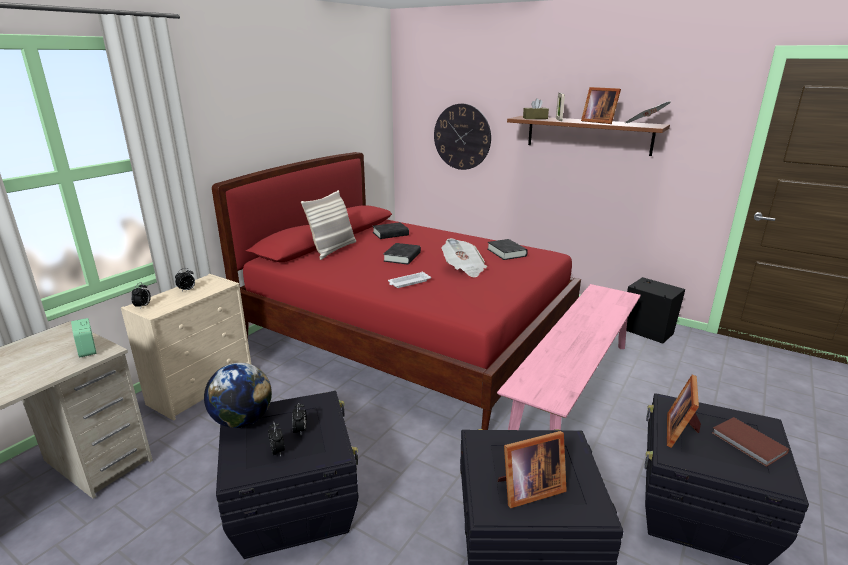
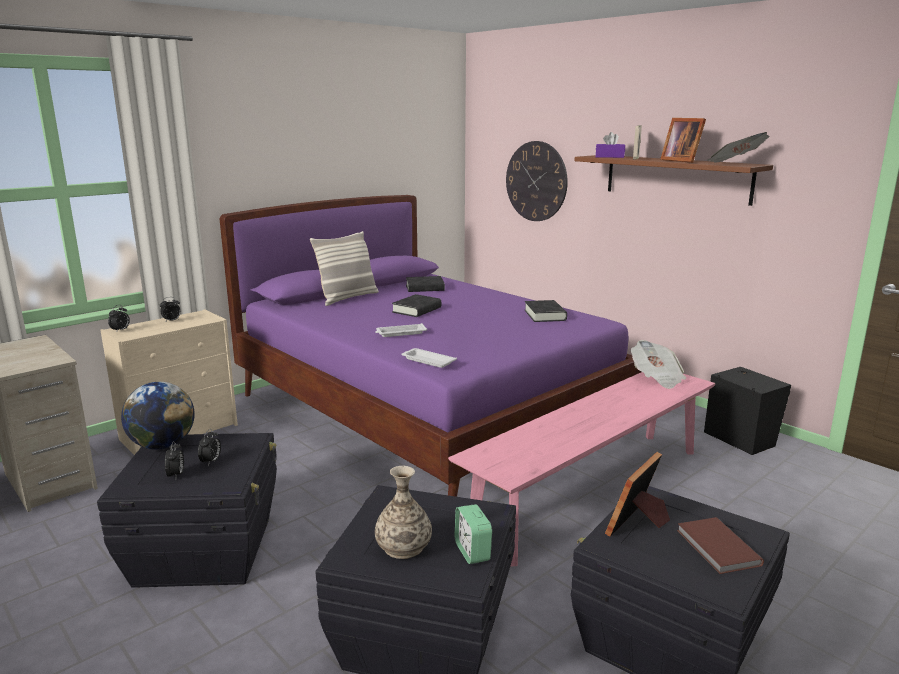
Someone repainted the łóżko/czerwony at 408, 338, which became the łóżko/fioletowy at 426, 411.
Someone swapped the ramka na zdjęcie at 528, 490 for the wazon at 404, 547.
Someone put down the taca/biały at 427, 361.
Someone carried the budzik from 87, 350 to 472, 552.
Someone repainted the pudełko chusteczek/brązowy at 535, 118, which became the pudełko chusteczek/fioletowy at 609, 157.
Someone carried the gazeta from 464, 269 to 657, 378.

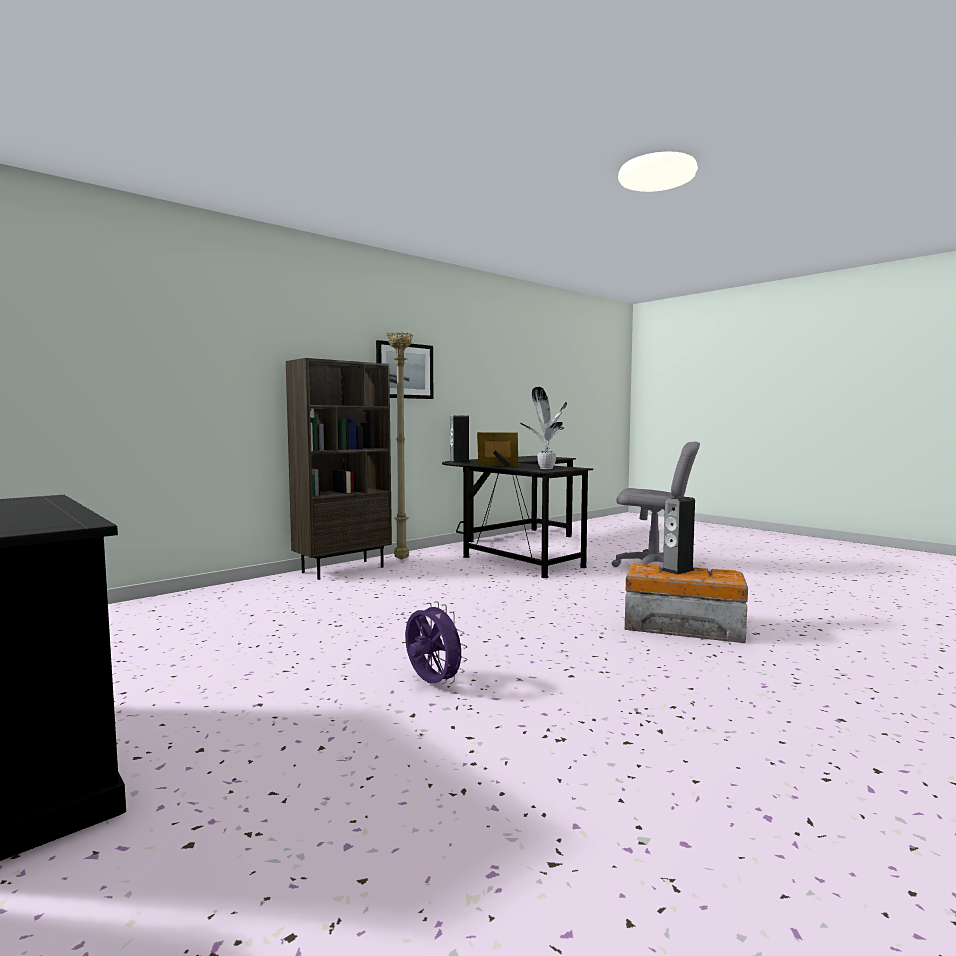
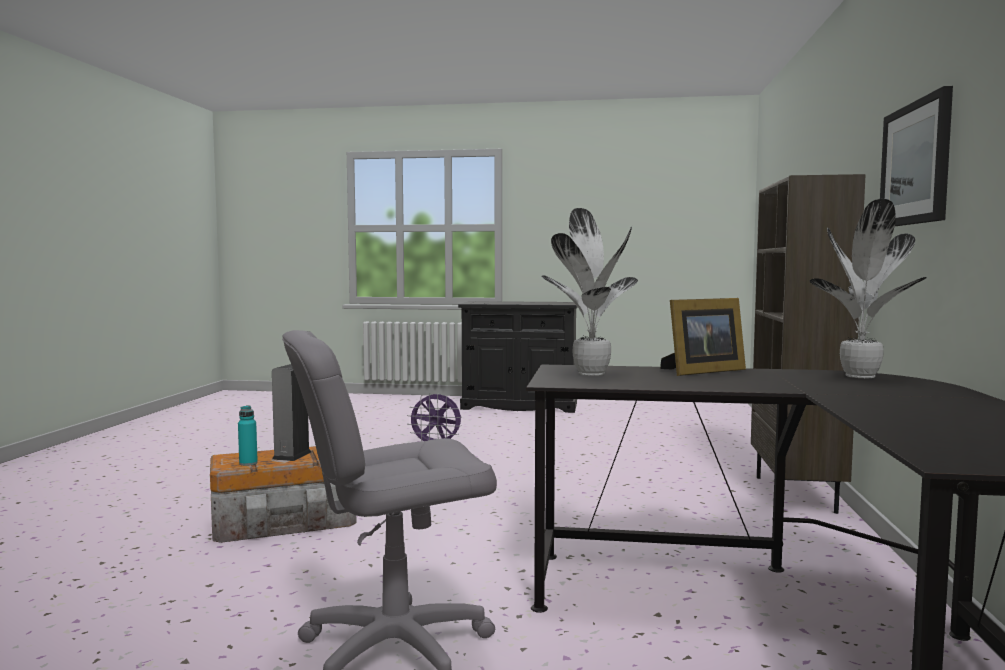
Someone put down the butelka/turkusowy at 248, 463.
Someone swapped the głośnik at 459, 462 for the roślina doniczkowa at 860, 376.
Someone took away the lampa stojąca/beżowy at 402, 559.

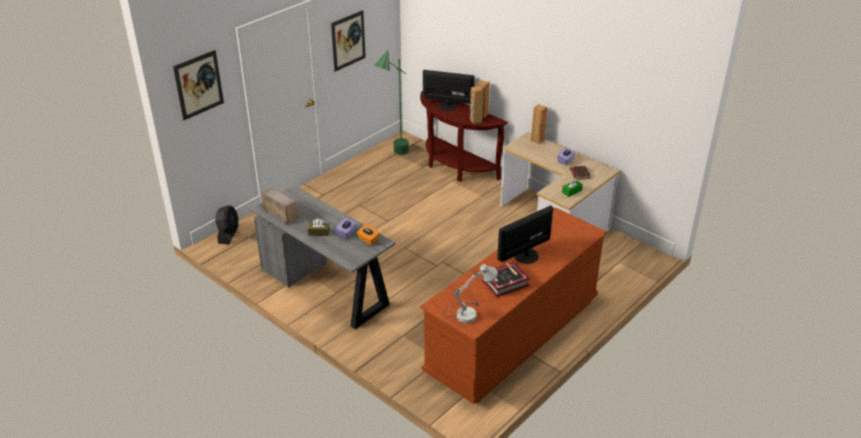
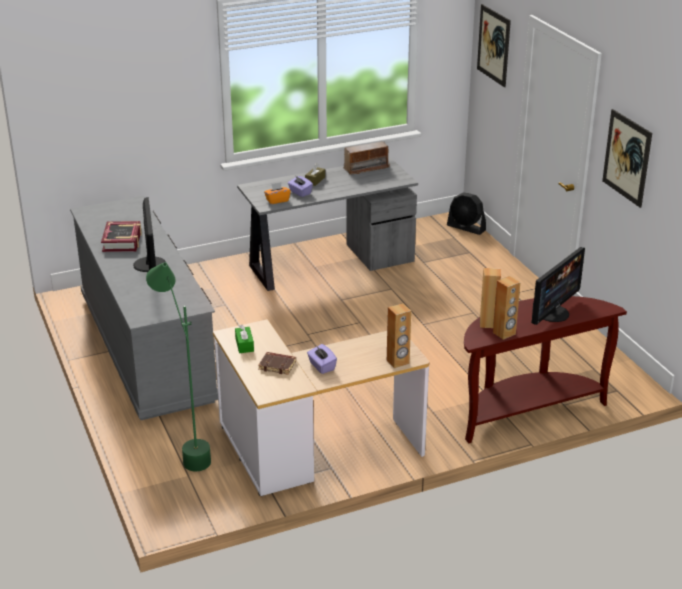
Someone repainted the komoda/brązowy at 513, 335, which became the komoda/szary at 147, 348.
Someone carried the lampa stojąca/zielony from 394, 156 to 186, 450.
Someone took away the lampa stołowa/biały at 467, 312.

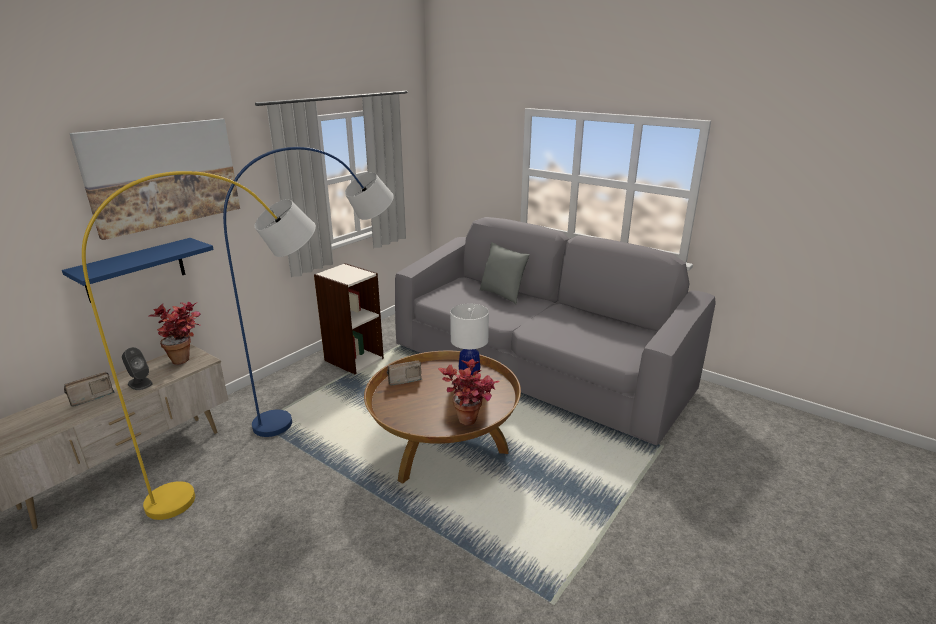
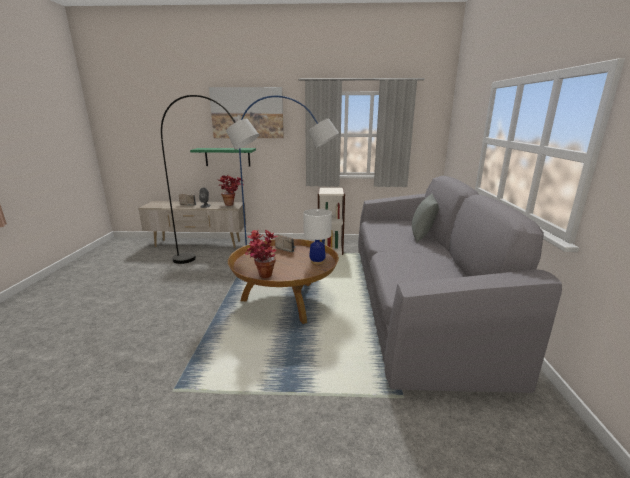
Someone repainted the lampa stojąca/żółty at 256, 466, which became the lampa stojąca/szary at 220, 264.
Someone repainted the półka/niebieski at 135, 270, which became the półka/zielony at 227, 157.

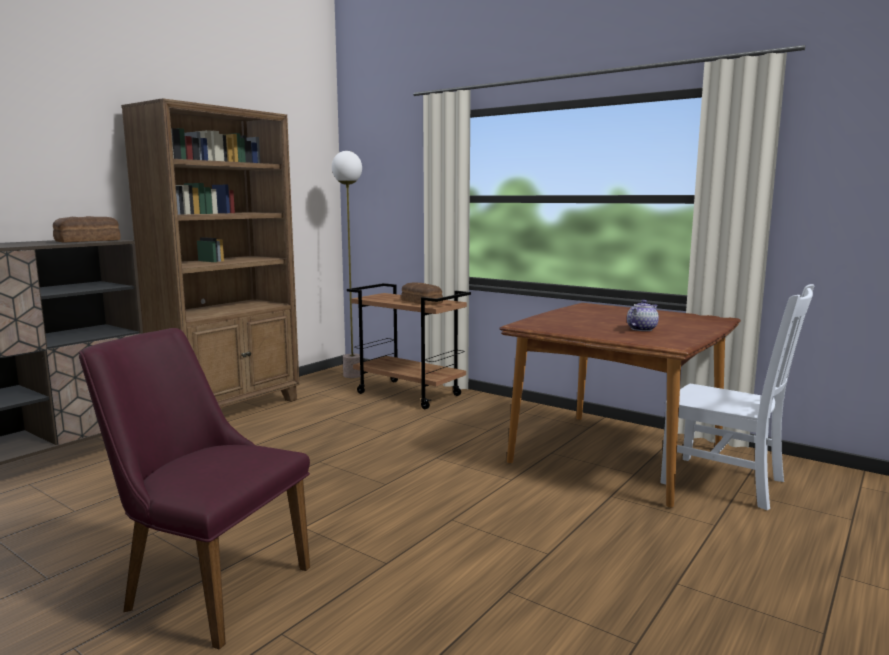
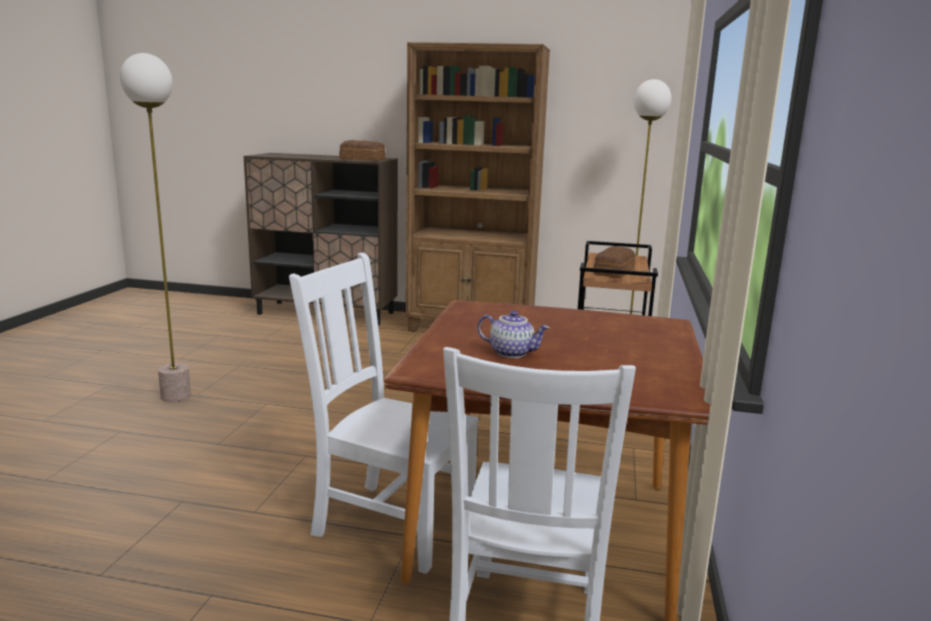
Someone swapped the krzesło/fioletowy at 205, 585 for the lampa stojąca at 176, 396.
Someone put down the krzesło/biały at 389, 523.

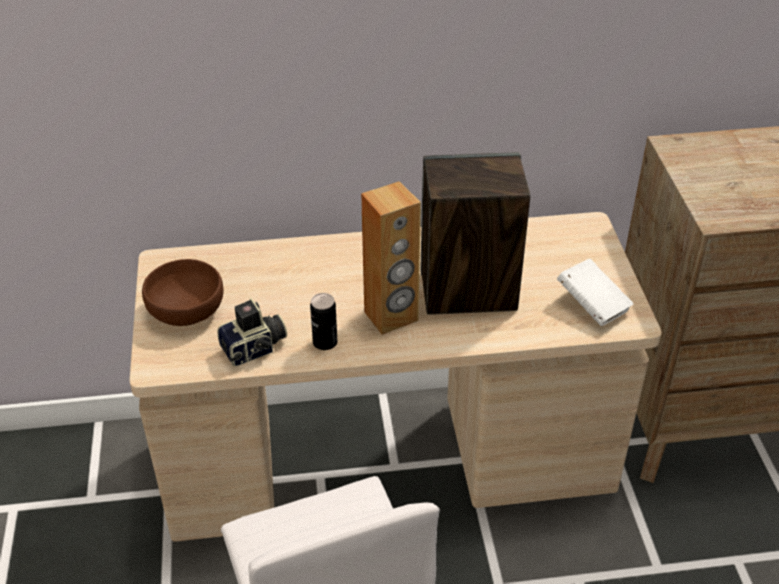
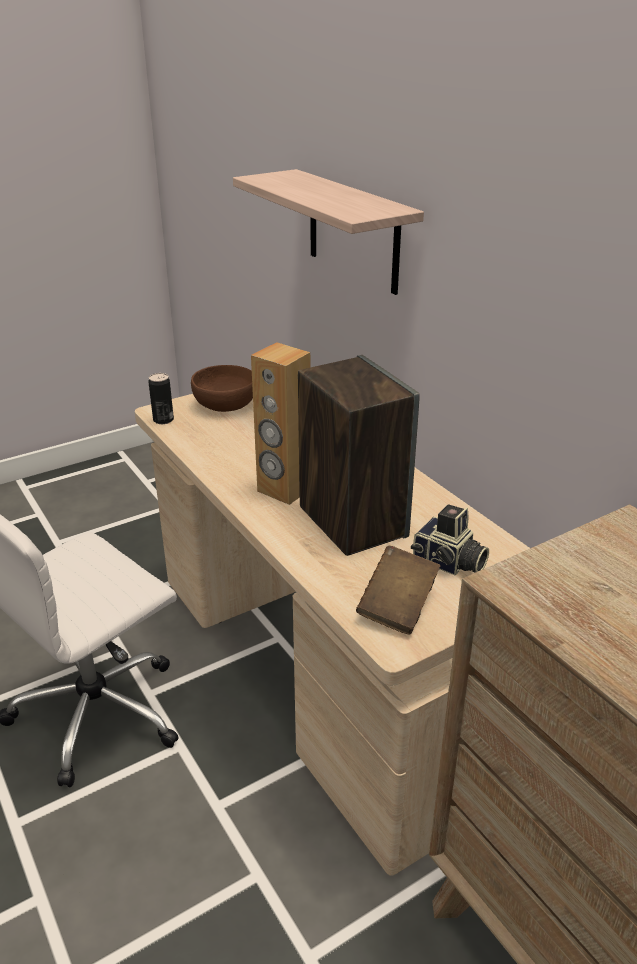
Someone carried the puszka from 325, 342 to 163, 420.
Someone put up the półka at 353, 231.
Someone repainted the książka/biały at 592, 305, which became the książka/brązowy at 397, 606.
Someone carried the aparat fotograficzny from 255, 349 to 448, 563.

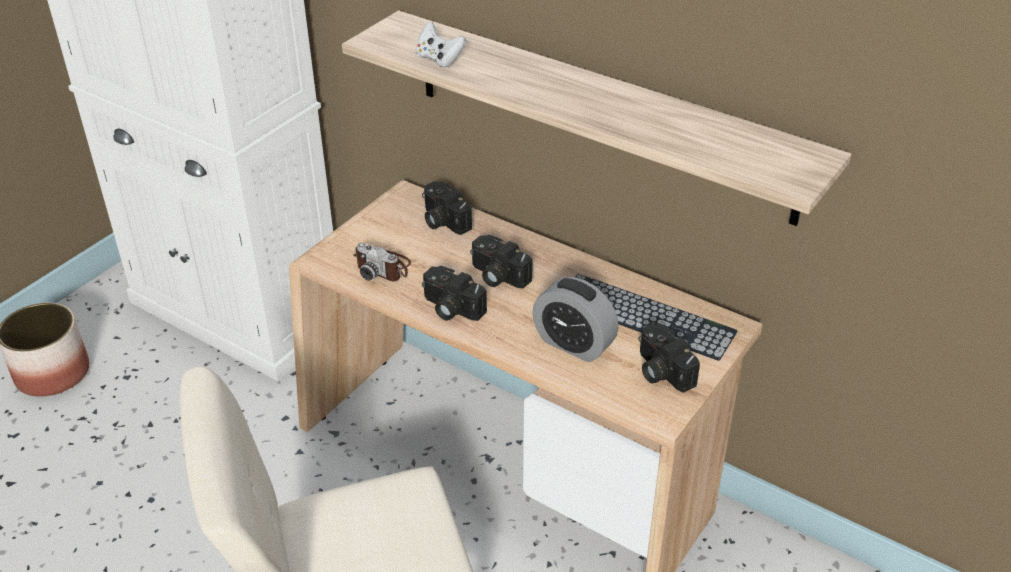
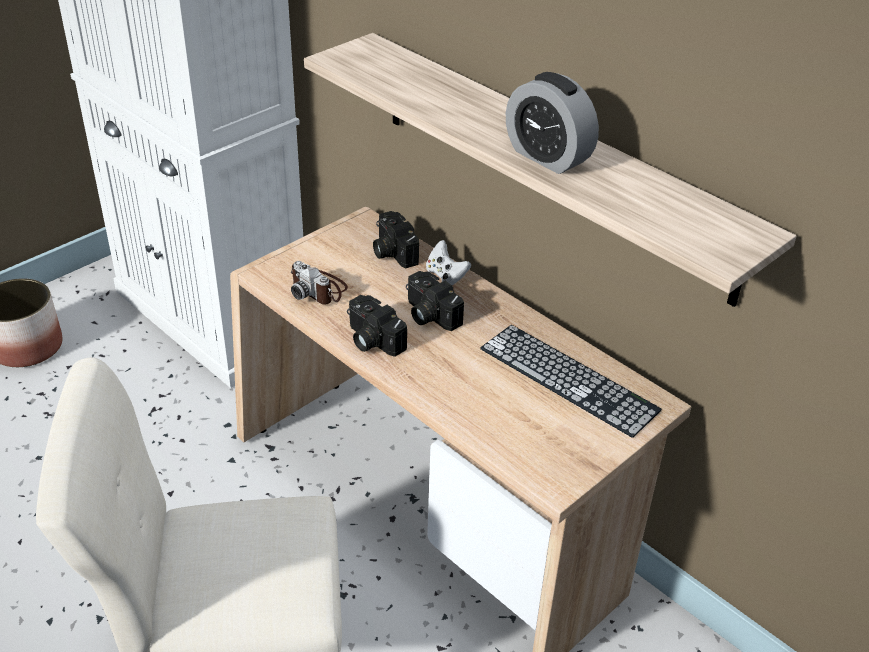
Someone carried the pad do gier/biały from 439, 59 to 446, 276.
Someone carried the budzik from 574, 344 to 547, 157.
Someone took away the aparat fotograficzny at 660, 371.

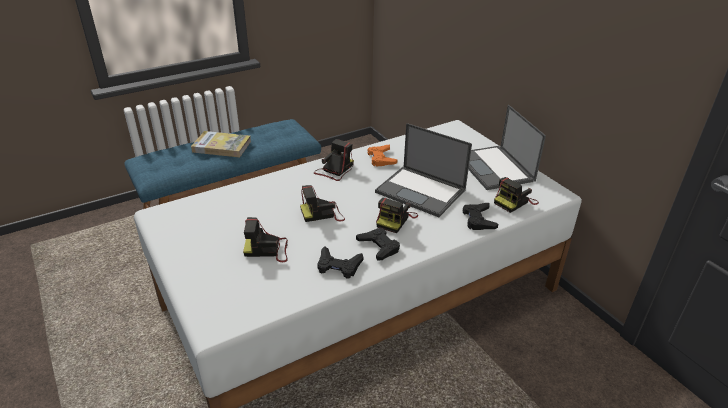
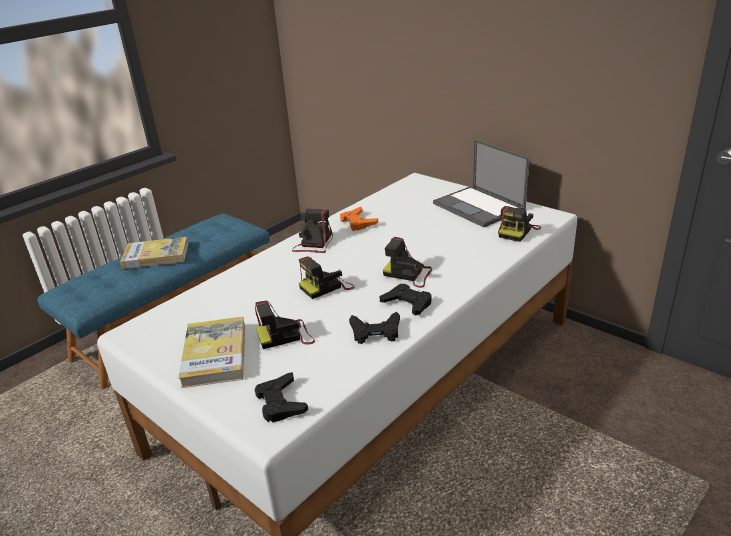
Someone put down the książka at 215, 355.
Someone carried the pad do gier/czarny from 478, 220 to 280, 402.
Someone rotated the aparat fotograficzny at 395, 220 by 105 degrees clockwise.
Someone took away the laptop at 421, 191.

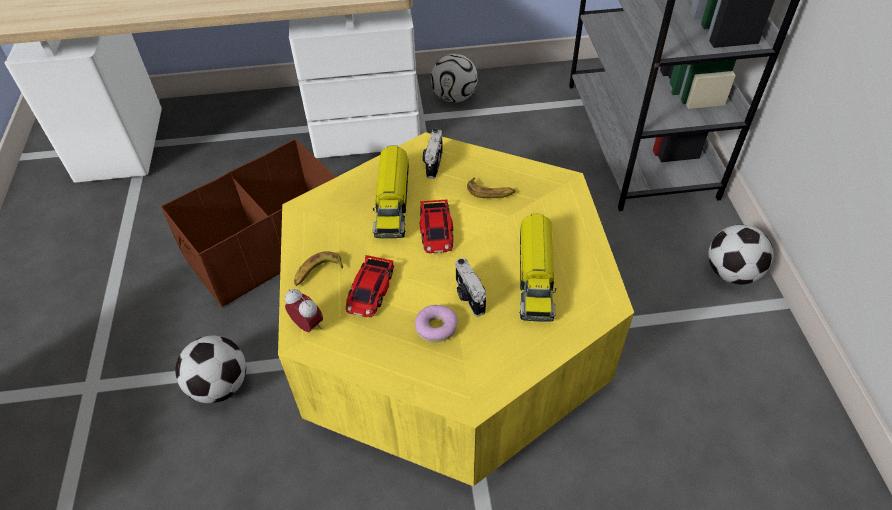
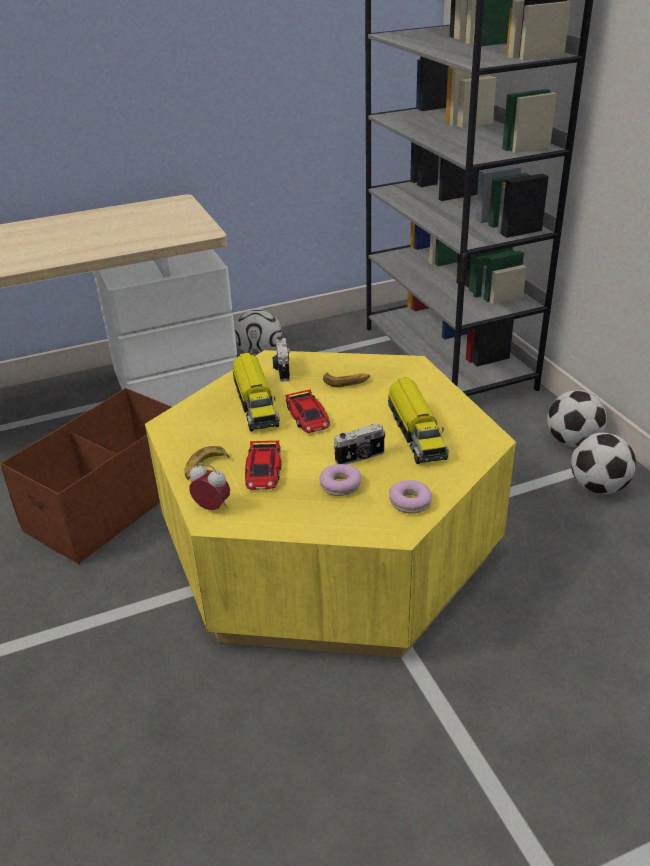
Someone rotated the aparat fotograficzny at 468, 296 by 75 degrees counterclockwise.
Someone put down the donut at 410, 502.
Someone carried the piłka futbolowa from 220, 385 to 598, 487.

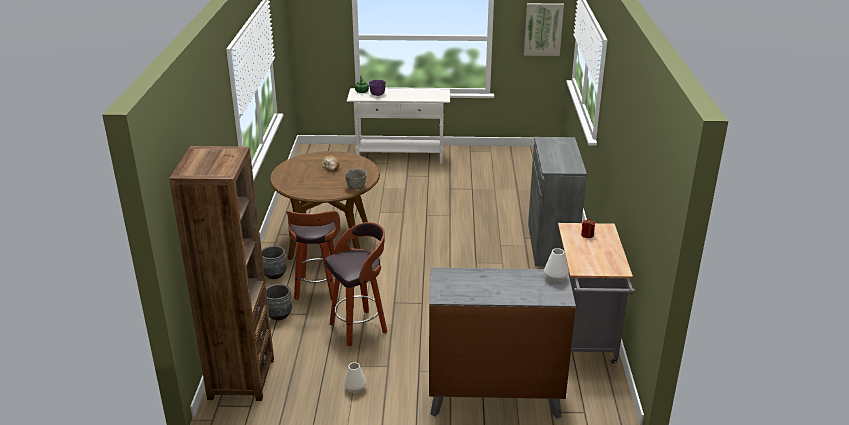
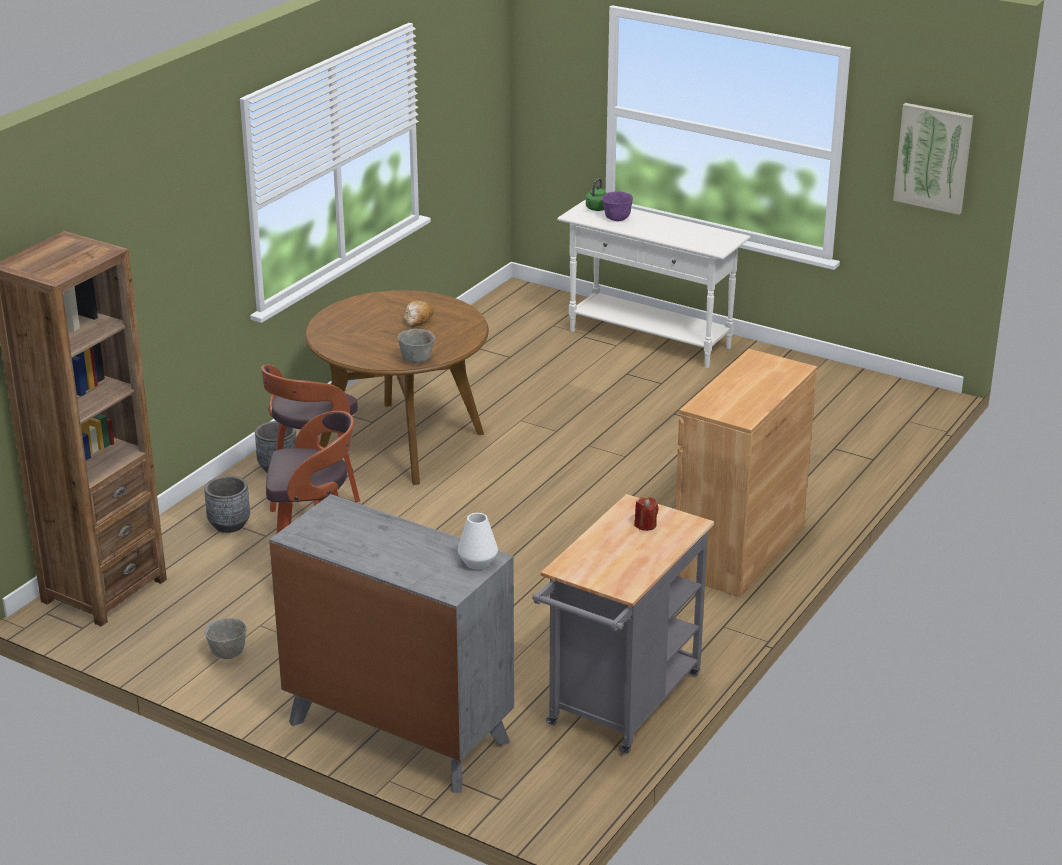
Someone swapped the wazon/biały at 355, 389 for the miska/szary at 227, 654.
Someone repainted the szafka/szary at 551, 244, which became the szafka/brązowy at 739, 550.

